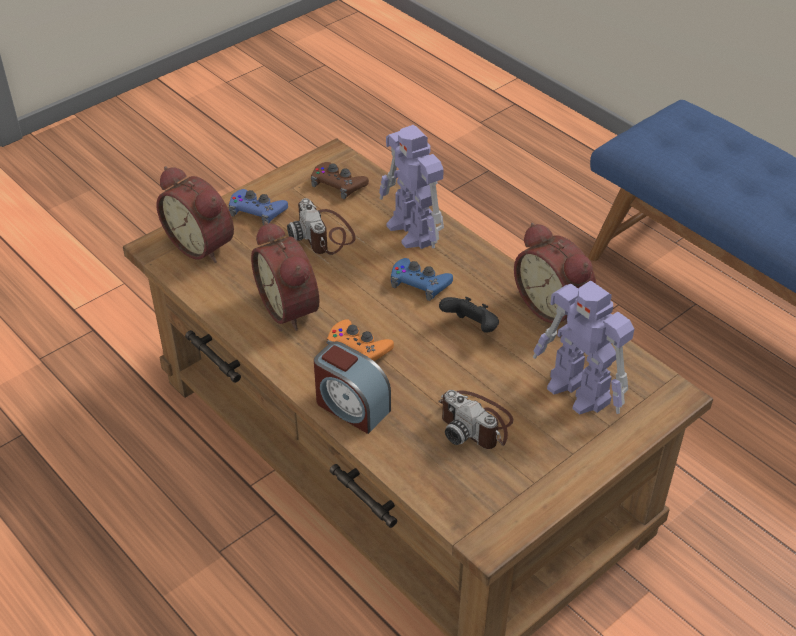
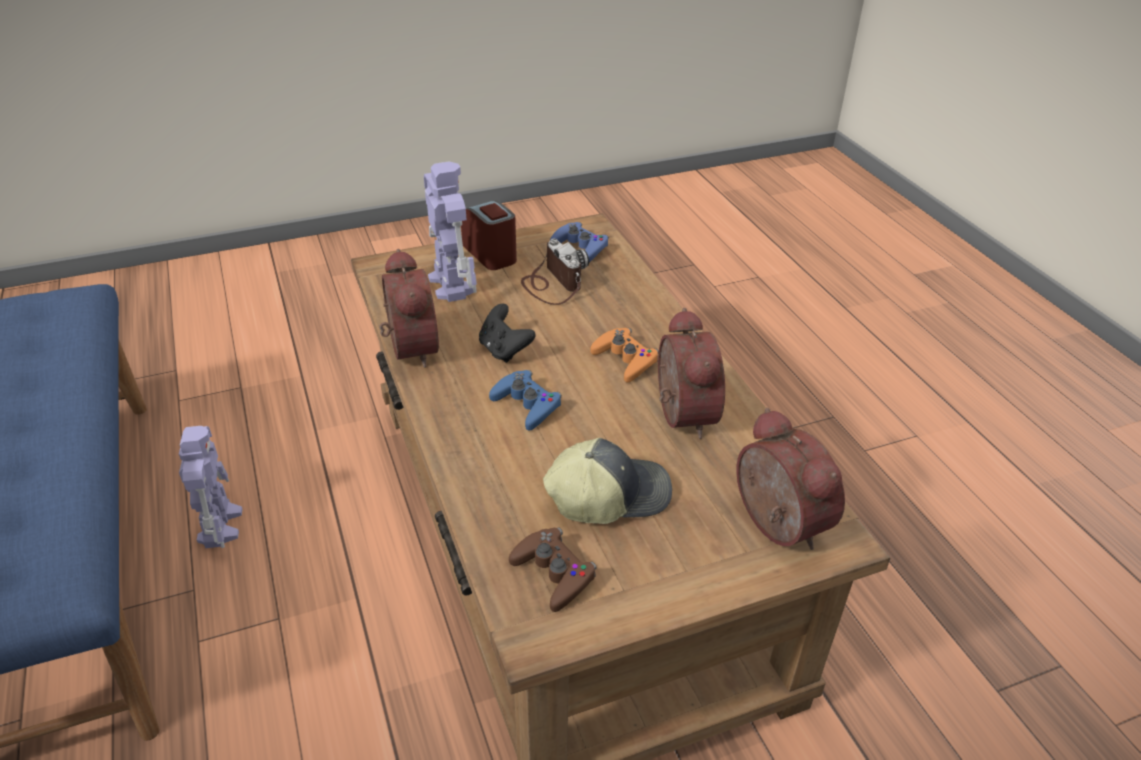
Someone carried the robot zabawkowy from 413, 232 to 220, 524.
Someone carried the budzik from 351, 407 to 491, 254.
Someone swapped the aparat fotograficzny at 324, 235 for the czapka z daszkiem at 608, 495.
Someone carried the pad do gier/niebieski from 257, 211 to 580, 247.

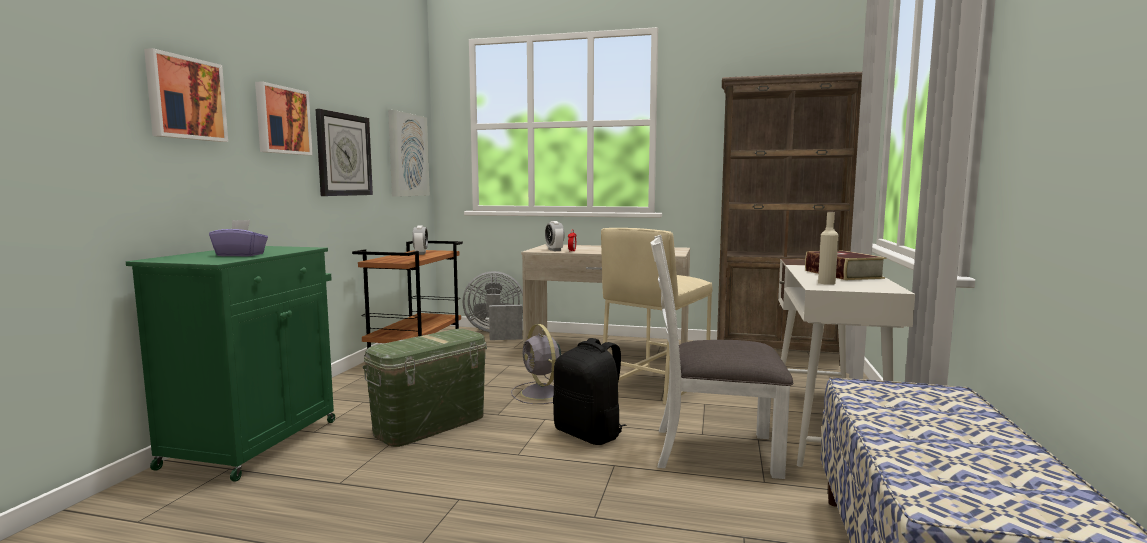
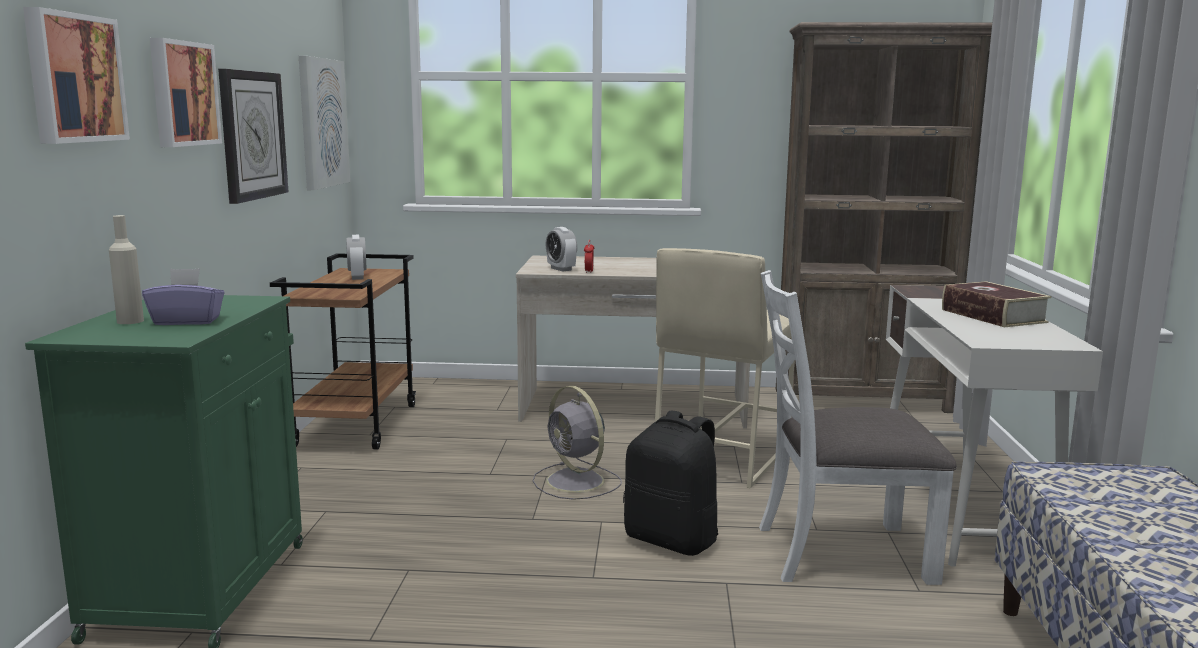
Someone carried the butelka/beżowy from 826, 283 to 130, 321.
Someone took away the pojemnik do przechowywania/zielony at 430, 424.
Someone took away the wentylator/szary at 496, 334.

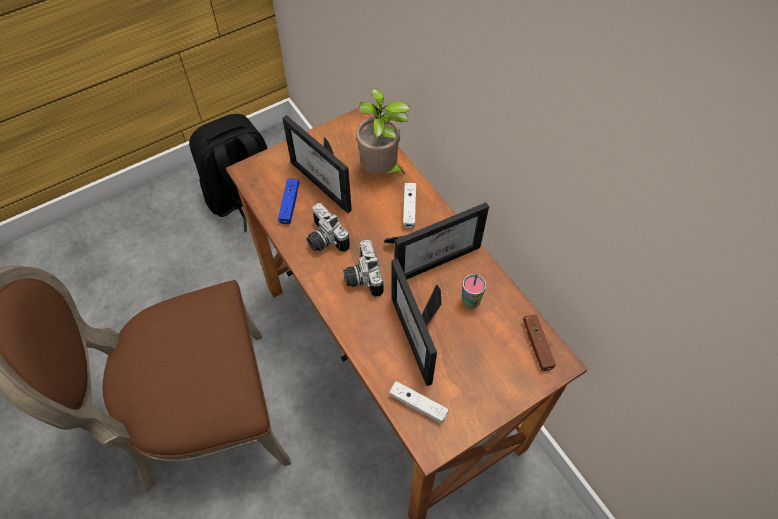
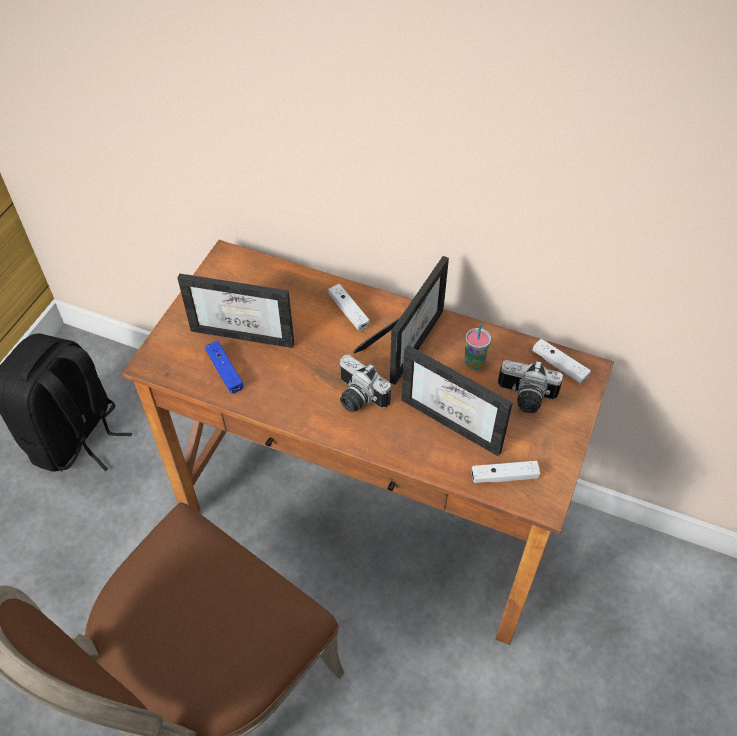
Someone carried the aparat fotograficzny from 324, 240 to 525, 398.
Someone repainted the pad do gier/brązowy at 537, 345, which became the pad do gier/biały at 559, 365.
Someone took away the roślina doniczkowa at 381, 171.

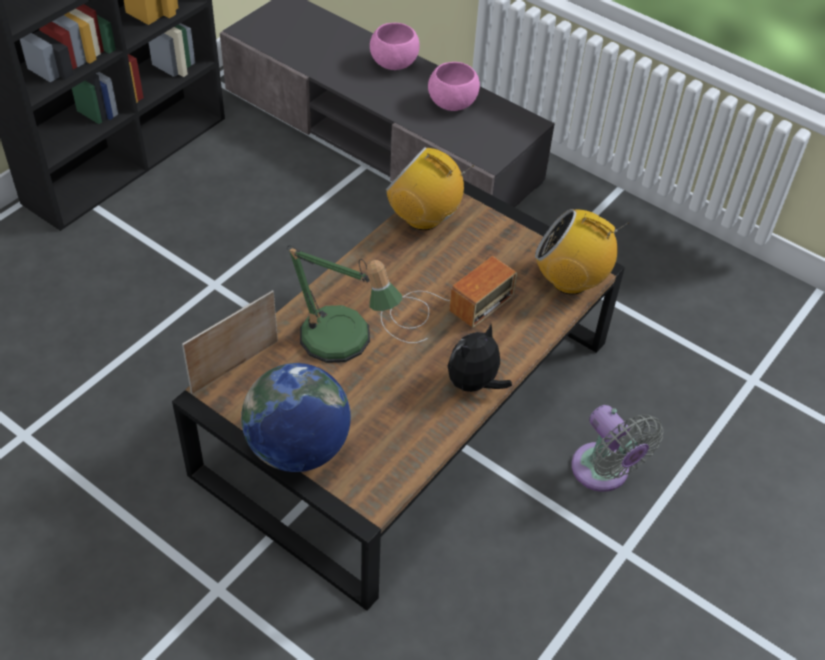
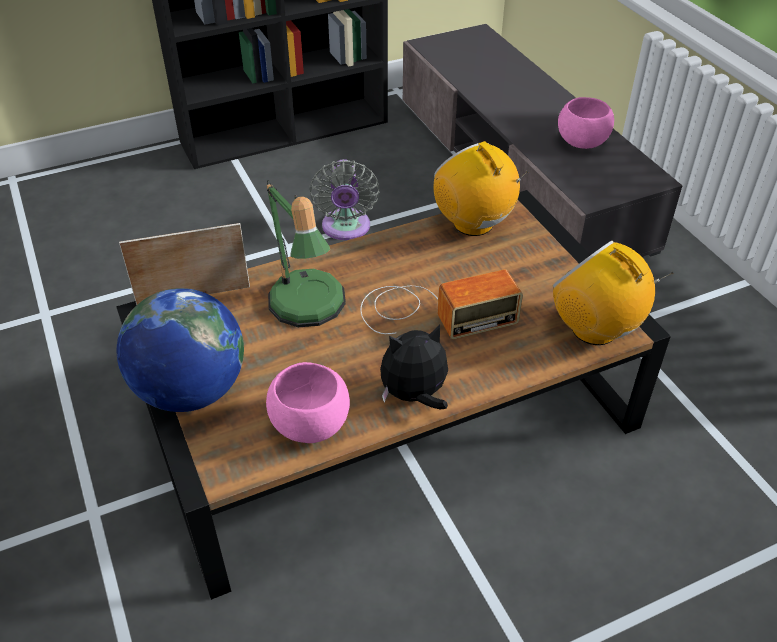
Someone carried the miska/różowy from 394, 64 to 310, 426.
Someone carried the wentylator/szary from 604, 472 to 346, 229.

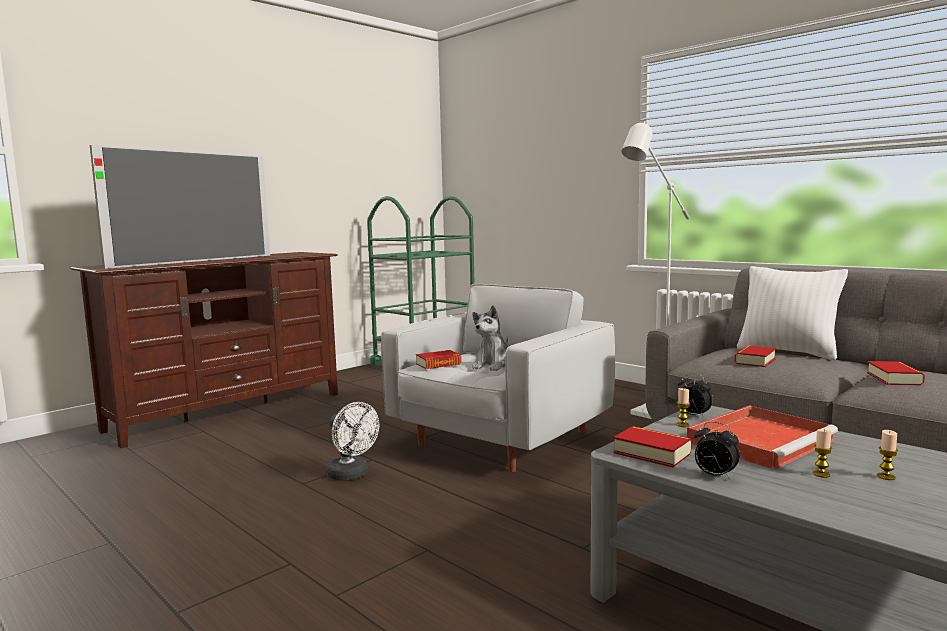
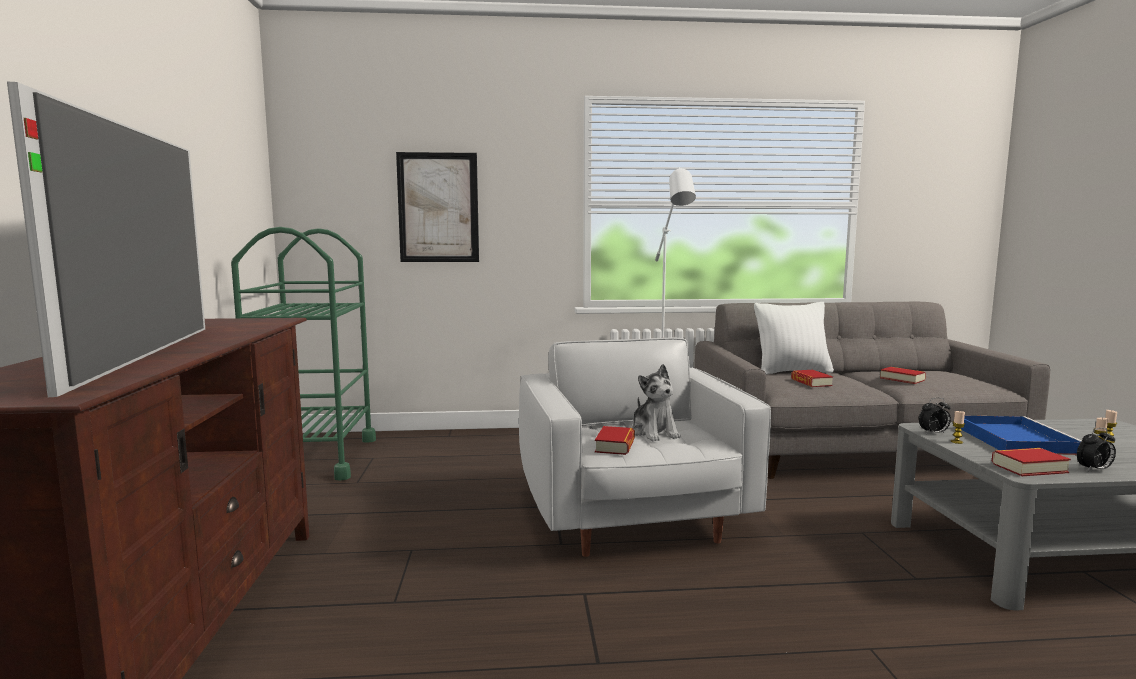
Someone put up the obraz at 438, 208.
Someone repainted the taca/czerwony at 760, 441, which became the taca/niebieski at 1013, 439.
Someone took away the wentylator/biały at 352, 475.

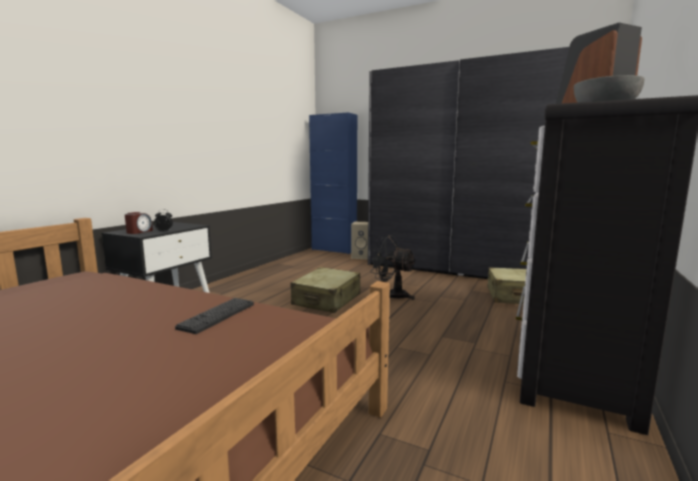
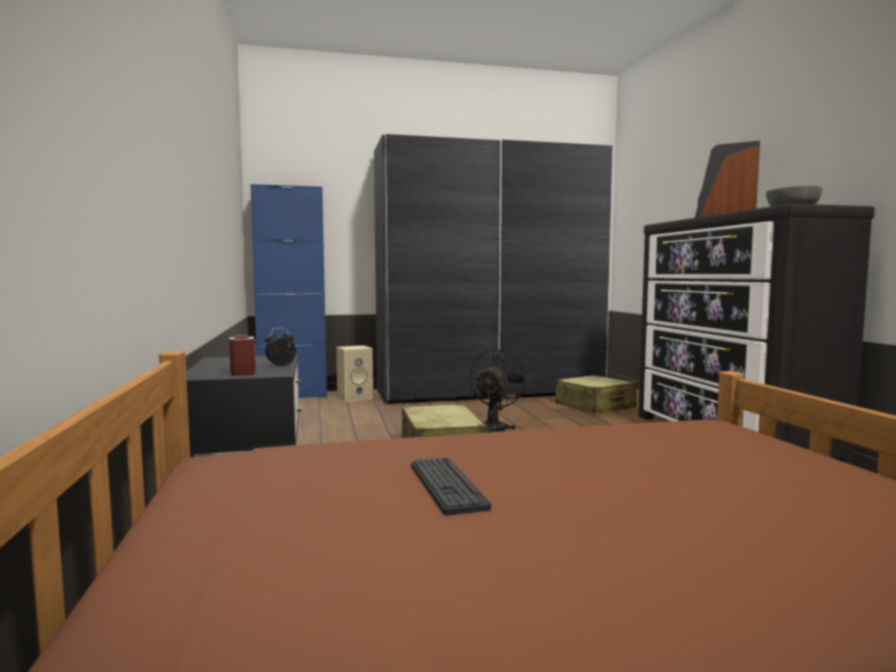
Someone carried the klawiatura from 217, 315 to 447, 486.
Someone rotated the wentylator/czarny at 392, 295 by 120 degrees clockwise.

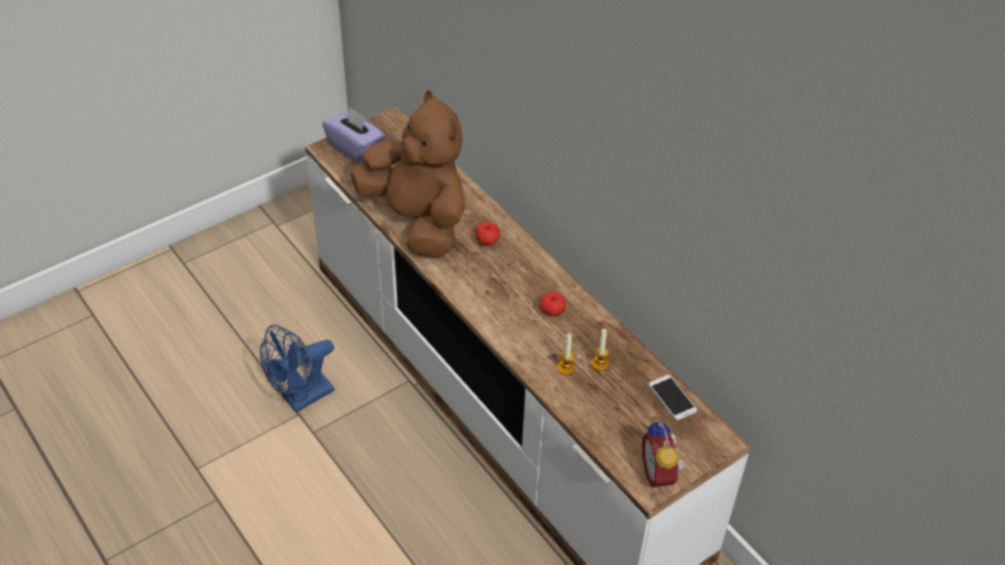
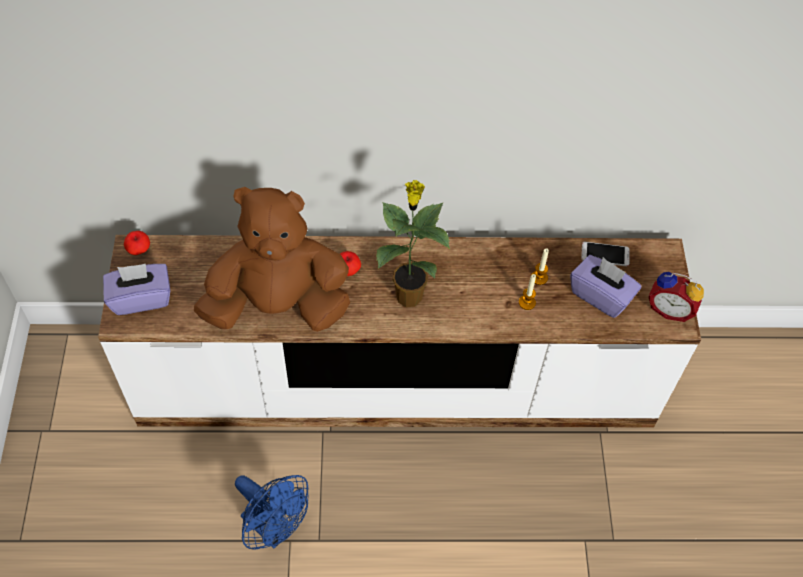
Someone carried the jabłko from 552, 312 to 139, 250.
Someone rotated the wentylator/niebieski at 301, 398 by 45 degrees counterclockwise.
Someone put down the roślina doniczkowa at 408, 294.
Someone put down the pudełko chusteczek/fioletowy at 601, 295.

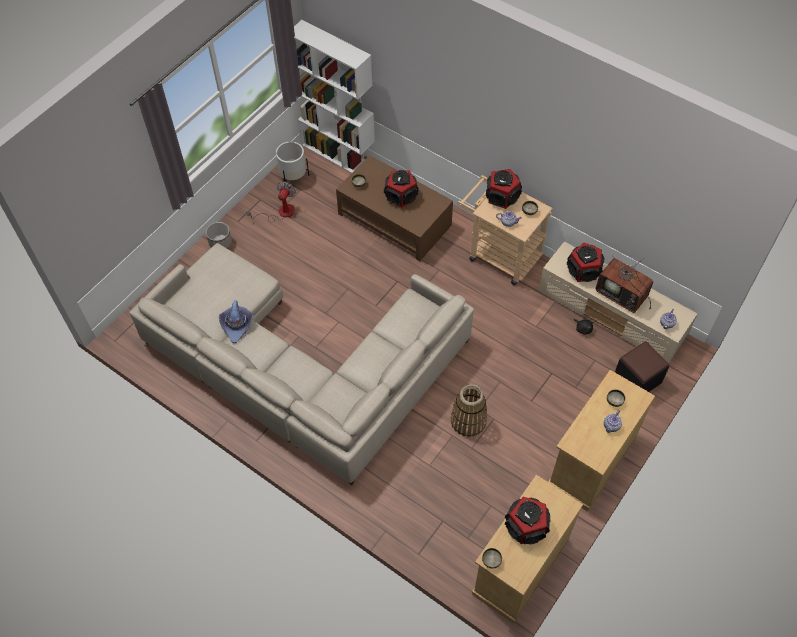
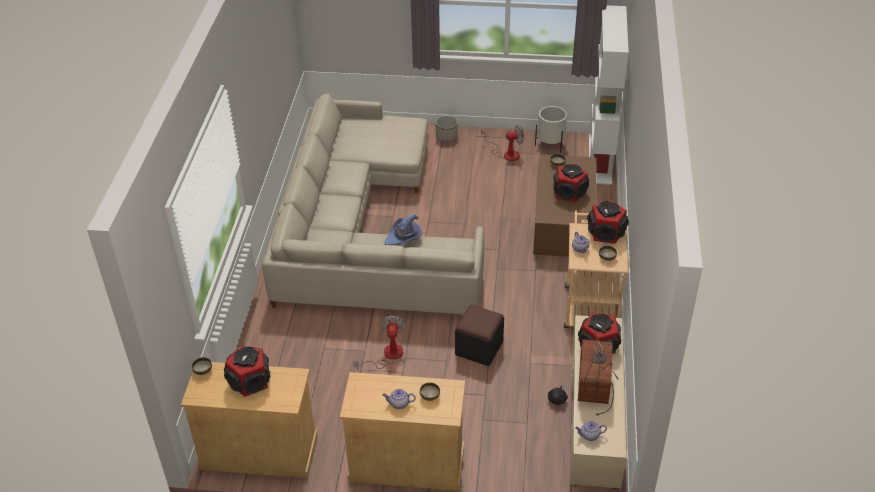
Someone swapped the koszyk at 468, 421 for the wentylator at 387, 355.
Someone carried the kapelusz/fioletowy from 237, 325 to 404, 237.
Someone carried the pufa/czarny from 637, 379 to 479, 348.

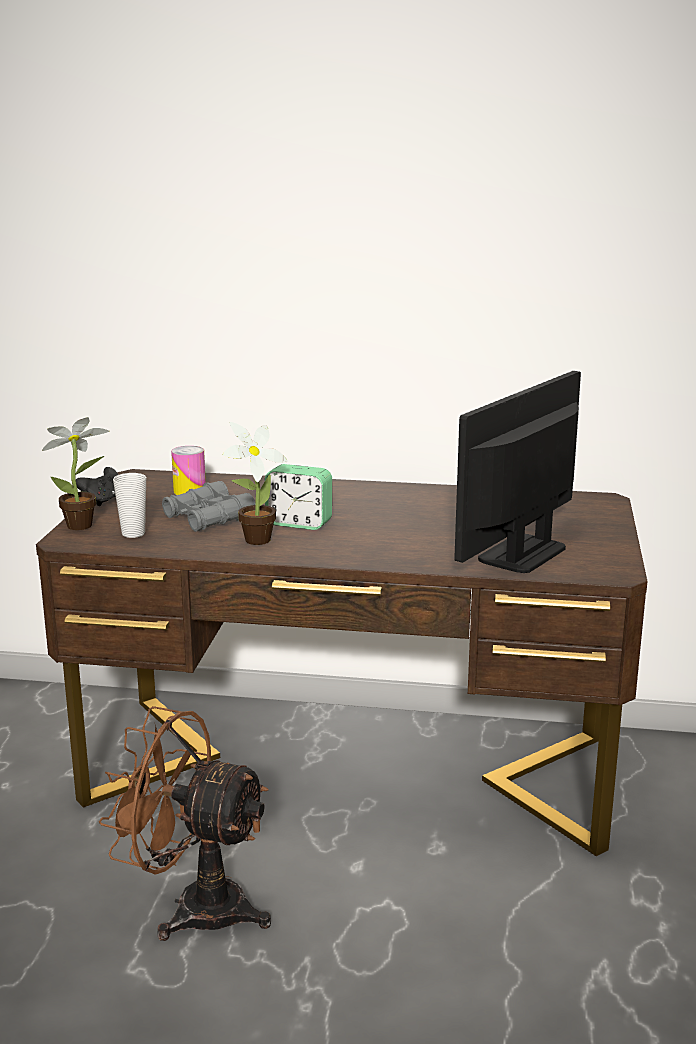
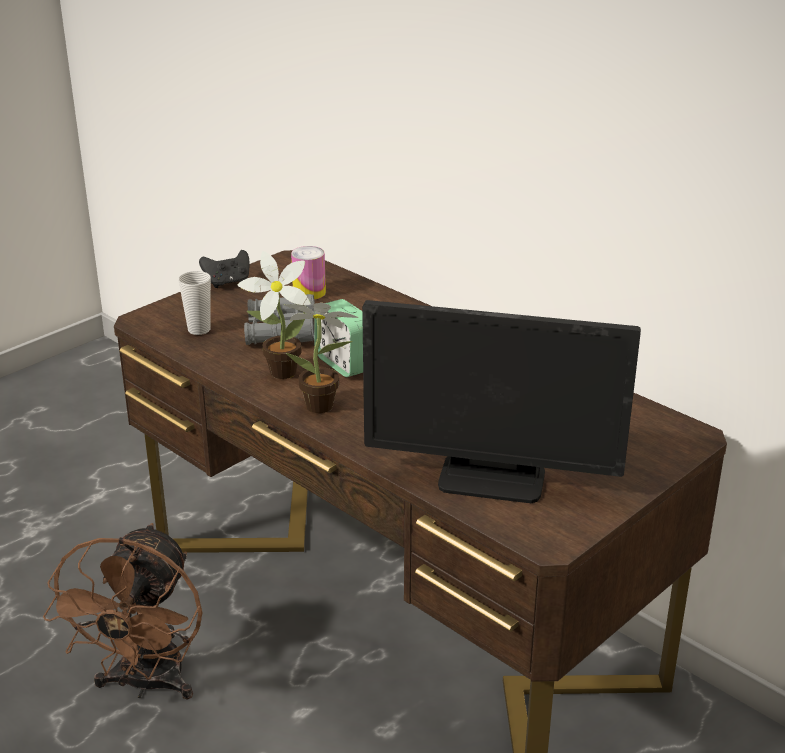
Someone rotated the wentylator/brązowy at 194, 907 by 135 degrees counterclockwise.
Someone carried the roślina doniczkowa from 84, 525 to 324, 407.
Someone rotated the monitor at 522, 554 by 150 degrees counterclockwise.

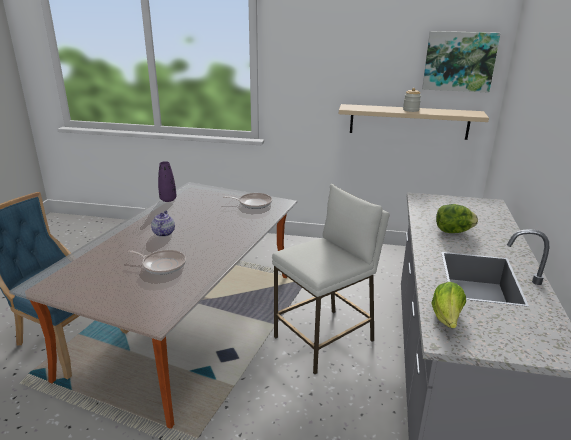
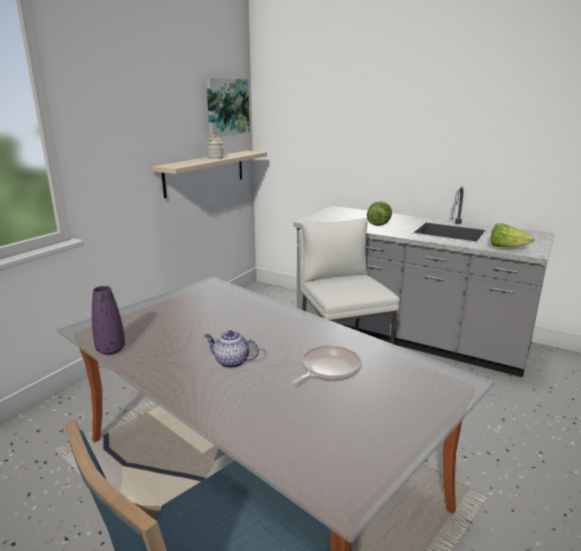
Someone took away the patelnia at 253, 203.

